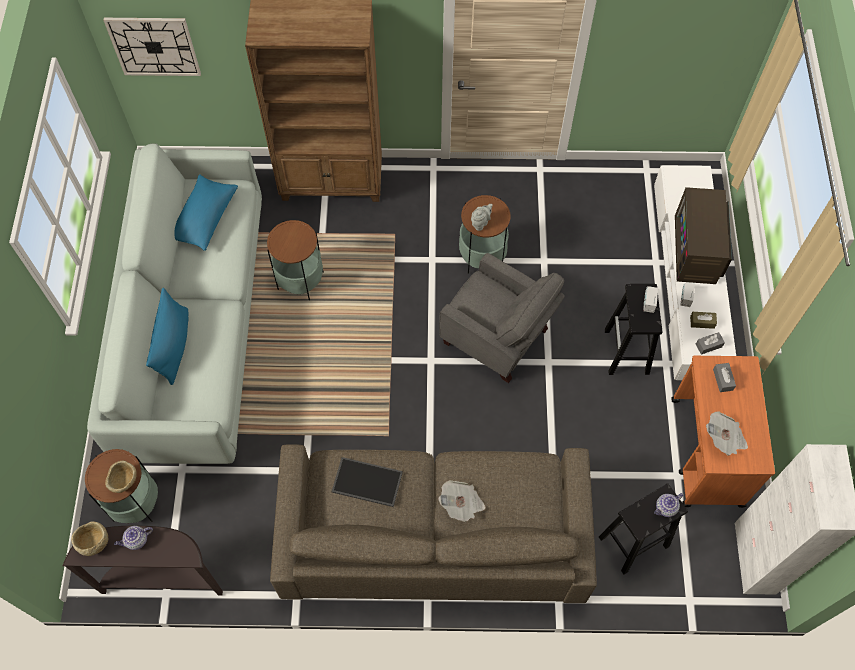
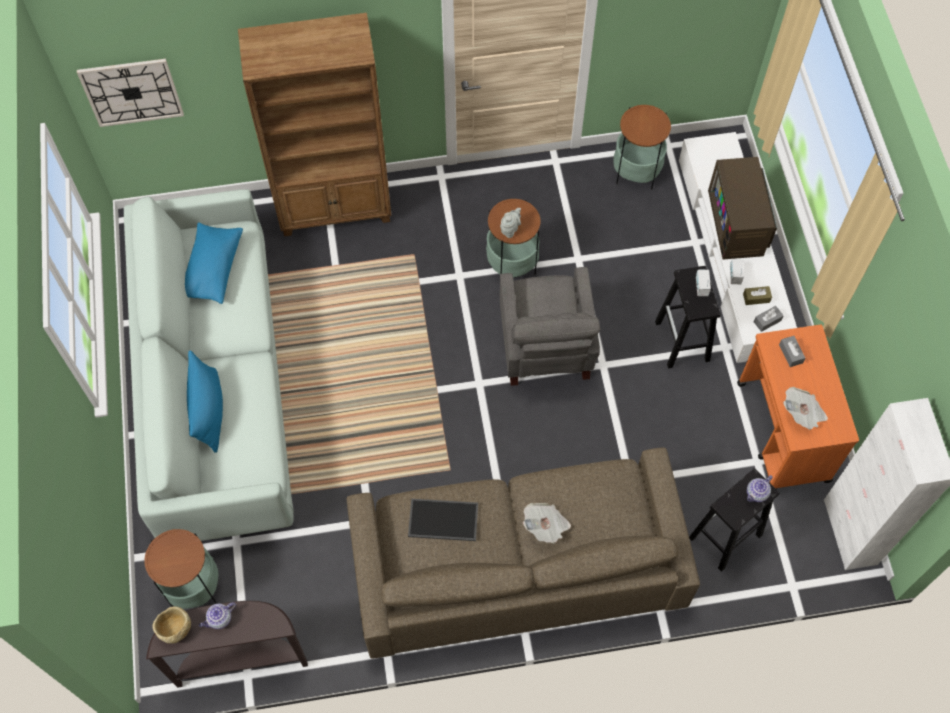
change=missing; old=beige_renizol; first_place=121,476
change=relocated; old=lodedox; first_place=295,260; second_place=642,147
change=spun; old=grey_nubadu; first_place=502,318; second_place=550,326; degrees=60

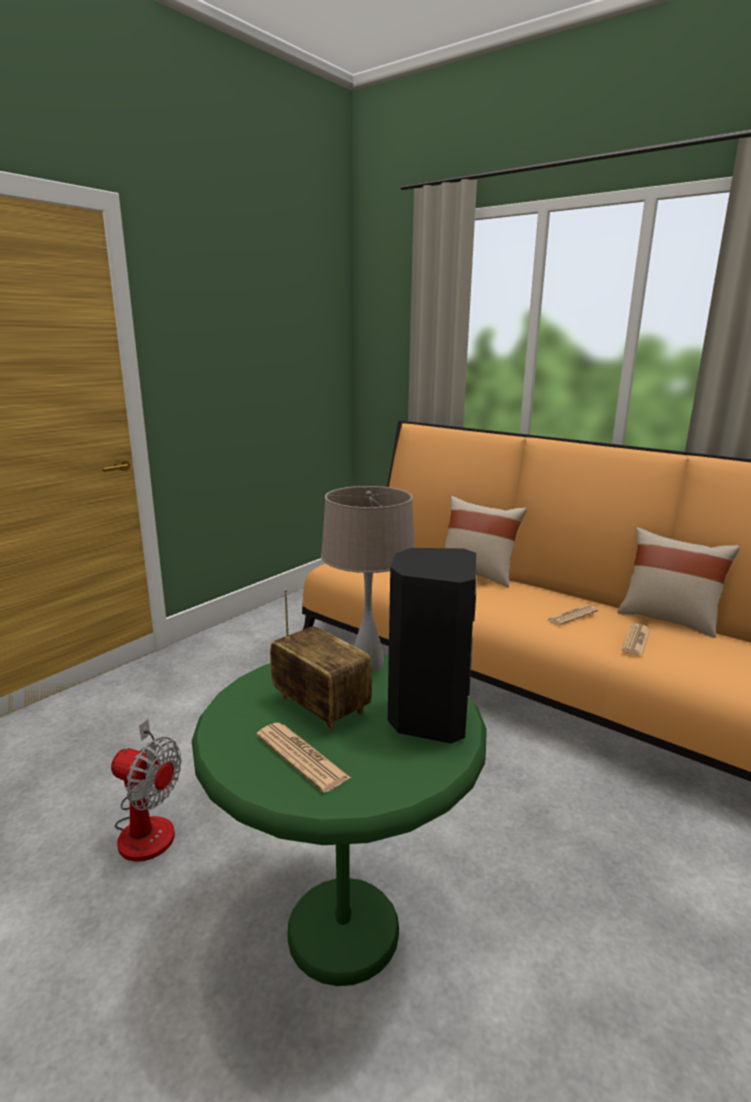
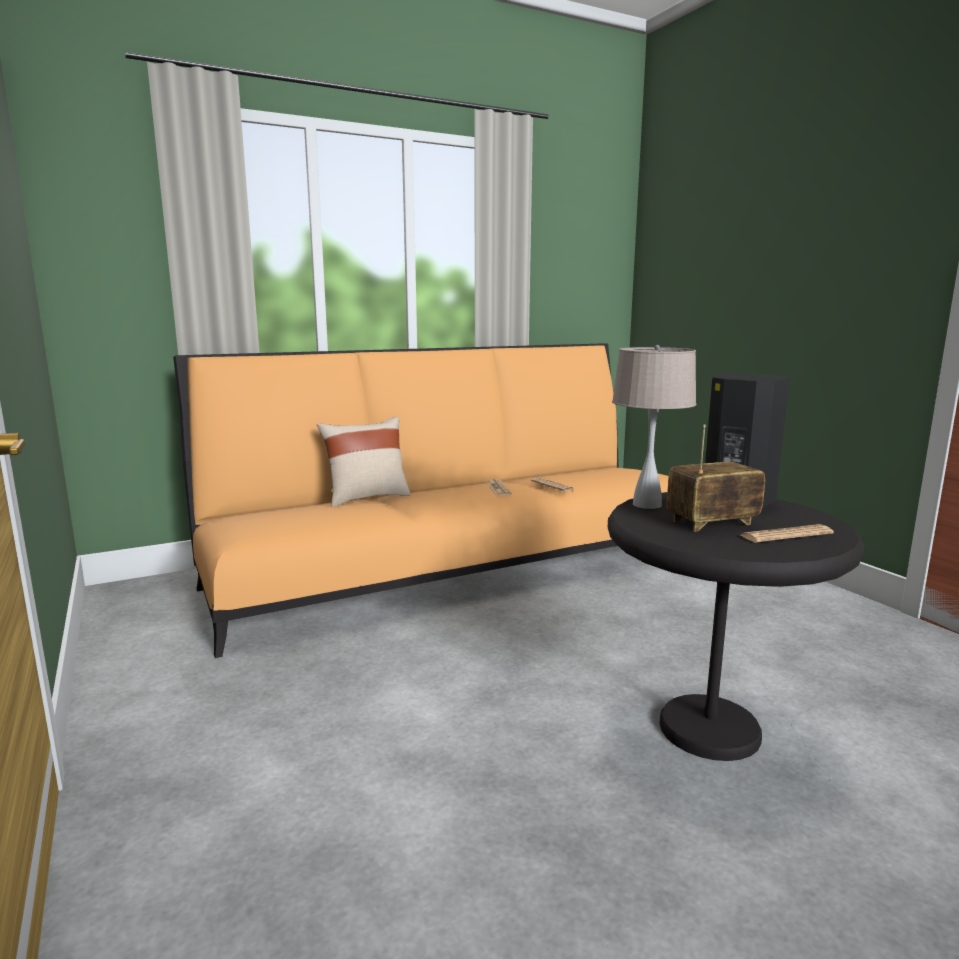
change=missing; old=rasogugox; first_place=146,790
change=missing; old=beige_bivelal; first_place=678,582
change=colour; old=green_lodedox; new=black_lodedox; first_place=339,820; second_place=736,626

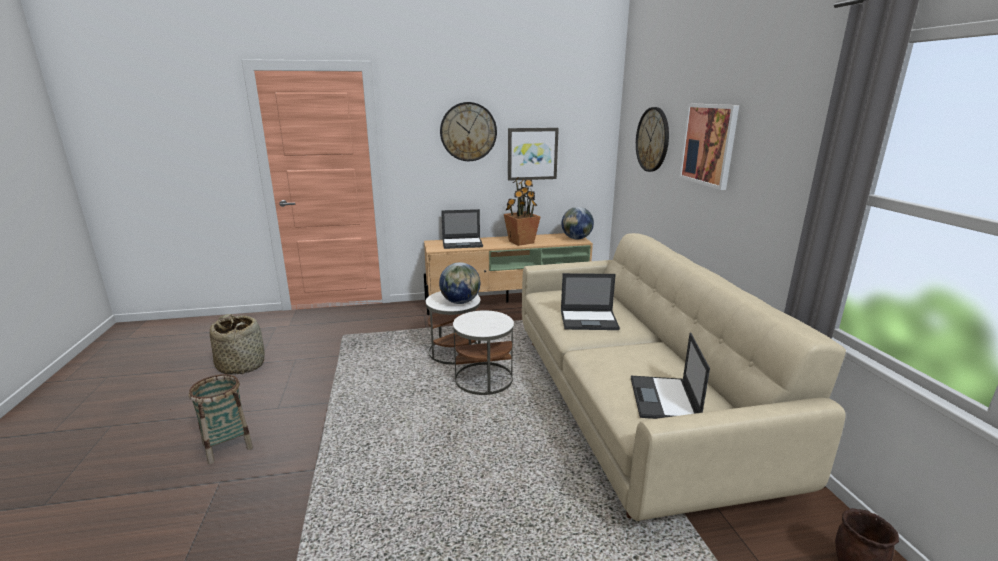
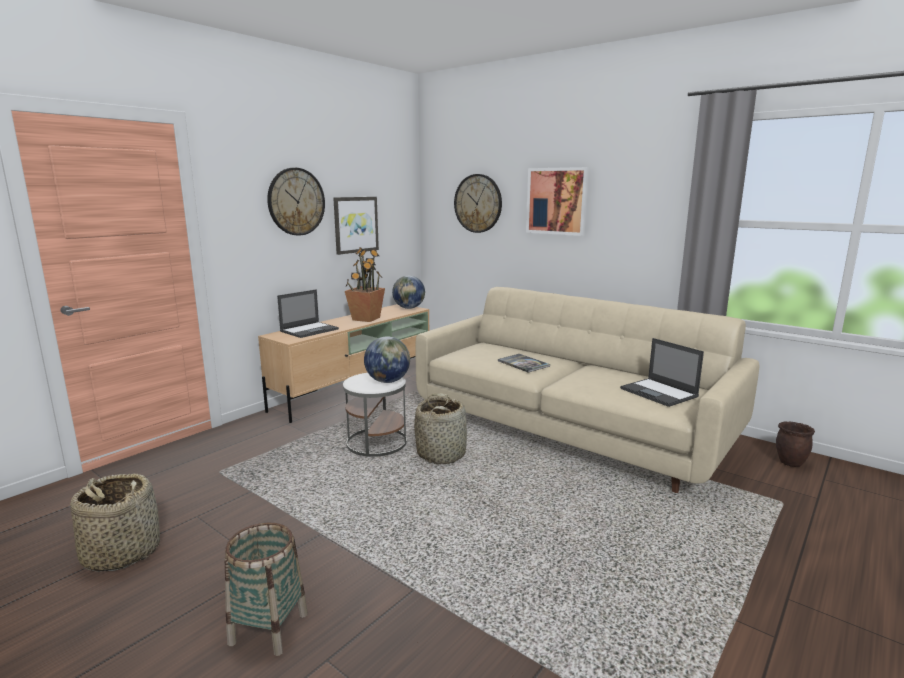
change=exchanged; old=white_lodedox; new=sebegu; first_place=483,352; second_place=440,428
change=exchanged; old=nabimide; new=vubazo; first_place=590,301; second_place=524,363

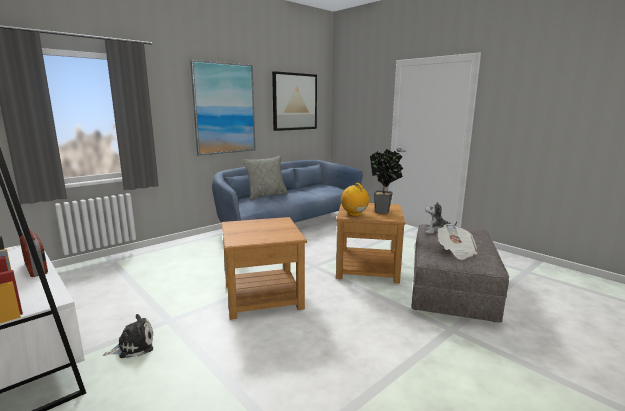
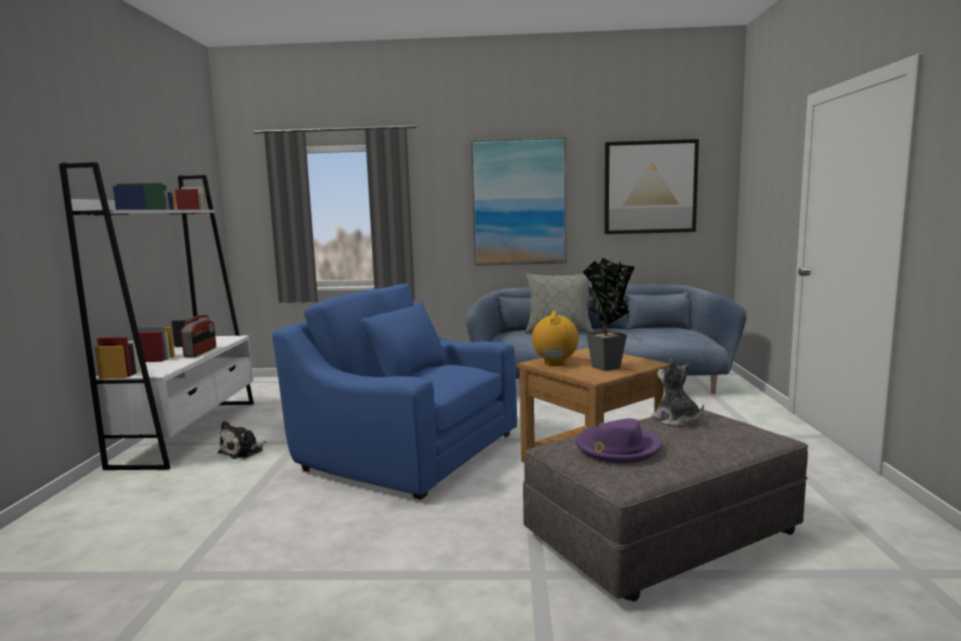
change=exchanged; old=brown_lodedox; new=blue_nubadu; first_place=264,268; second_place=394,392
change=exchanged; old=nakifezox; new=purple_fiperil; first_place=458,242; second_place=618,440
change=spun; old=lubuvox; first_place=128,336; second_place=241,440; degrees=105

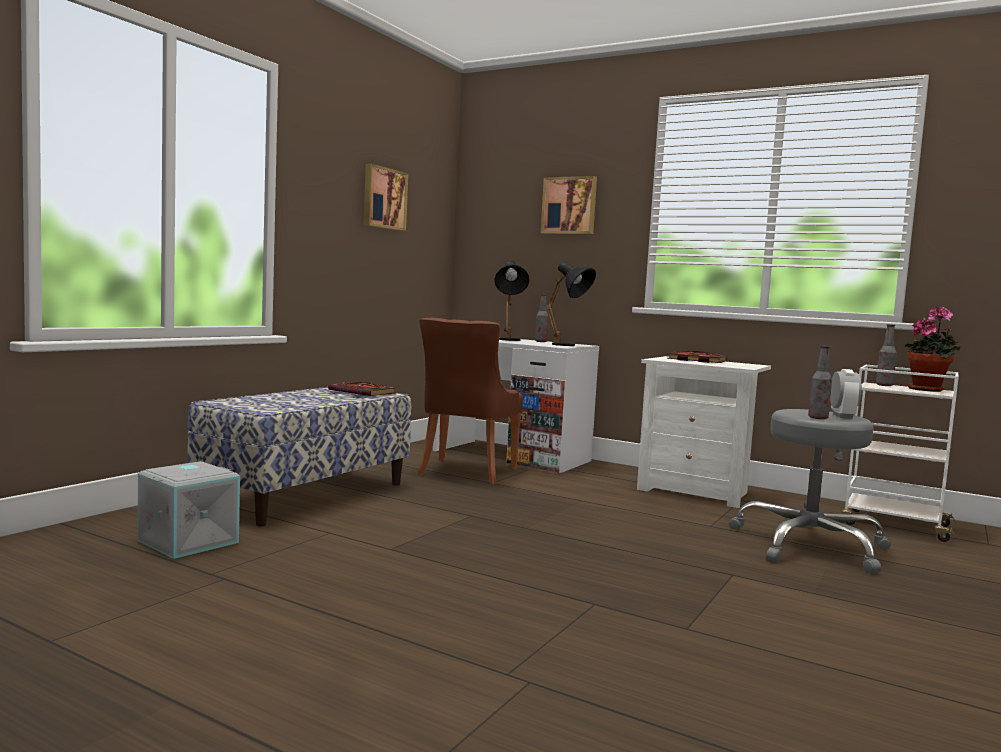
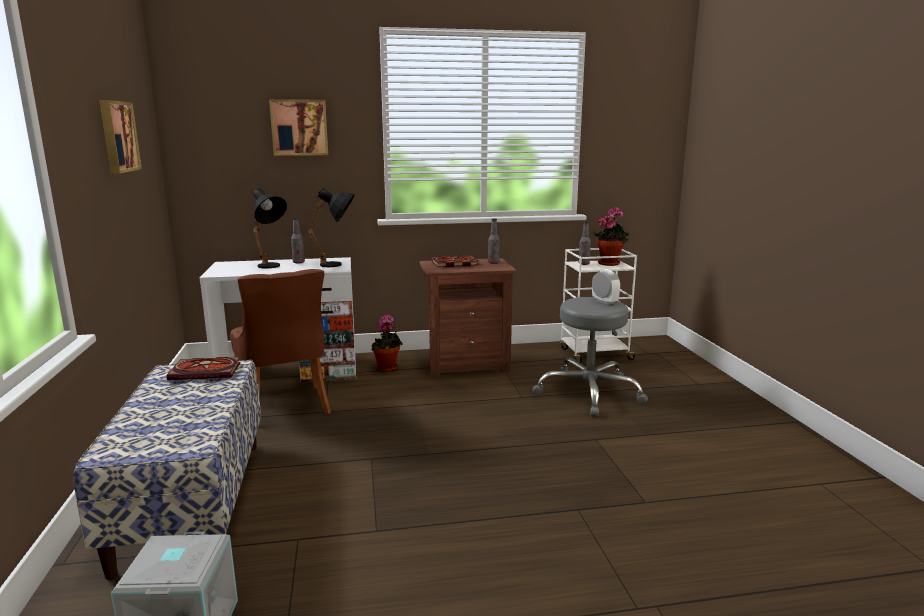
change=appeared; new=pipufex; second_place=386,343
change=relocated; old=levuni; first_place=820,382; second_place=494,241
change=colour; old=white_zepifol; new=brown_zepifol; first_place=704,432; second_place=468,317

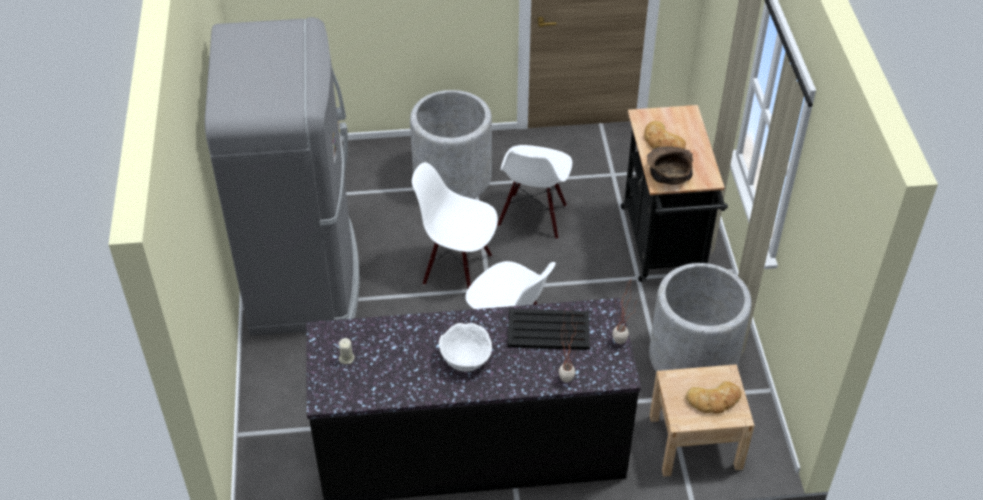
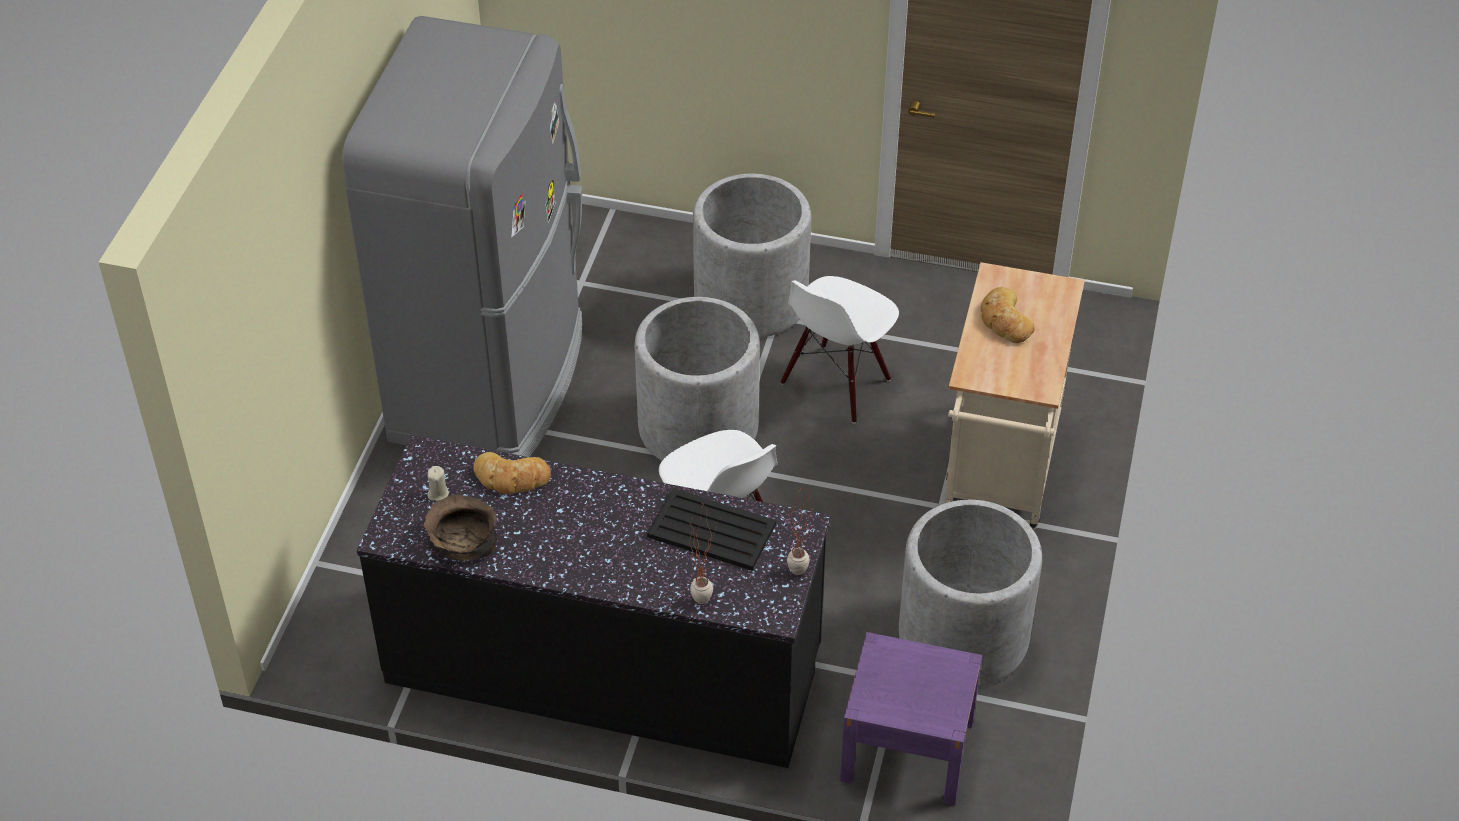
change=missing; old=white_renizol; first_place=465,347
change=relocated; old=brown_renizol; first_place=670,165; second_place=461,528
change=relocated; old=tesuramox; first_place=713,397; second_place=512,473
change=exchanged; old=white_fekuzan; new=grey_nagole; first_place=455,225; second_place=697,379
change=colour; old=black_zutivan; new=beige_zutivan; first_place=674,193; second_place=1013,396
change=colour; old=beige_zepifol; new=purple_zepifol; first_place=702,420; second_place=911,718

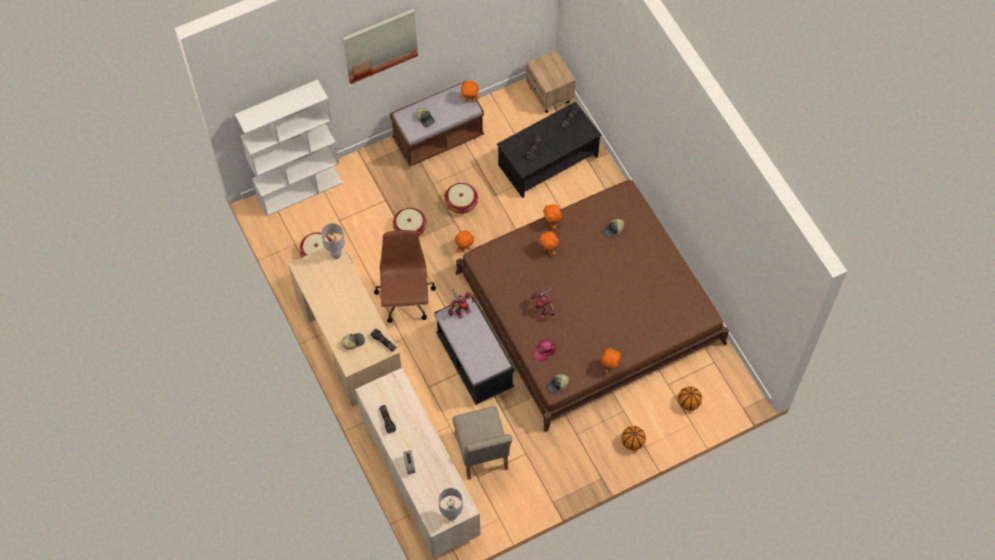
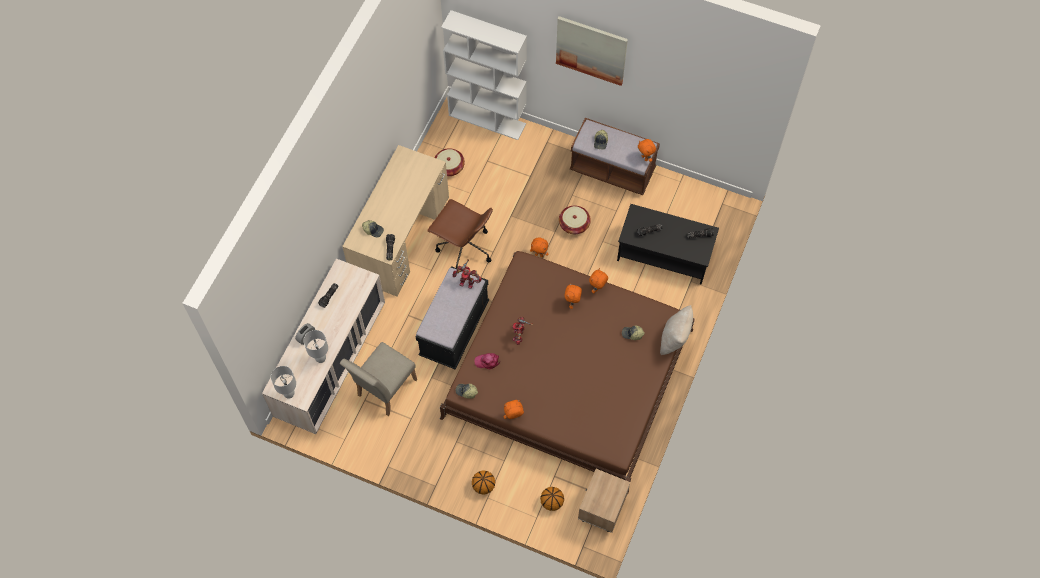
change=missing; old=sebegu; first_place=410,222
change=appeared; new=beige_bivelal; second_place=676,330
change=relocated; old=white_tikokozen; first_place=333,241; second_place=316,346
change=relocated; old=beige_zepifol; first_place=551,81; second_place=604,501
change=spun; old=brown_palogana; first_place=405,276; second_place=460,233; degrees=75

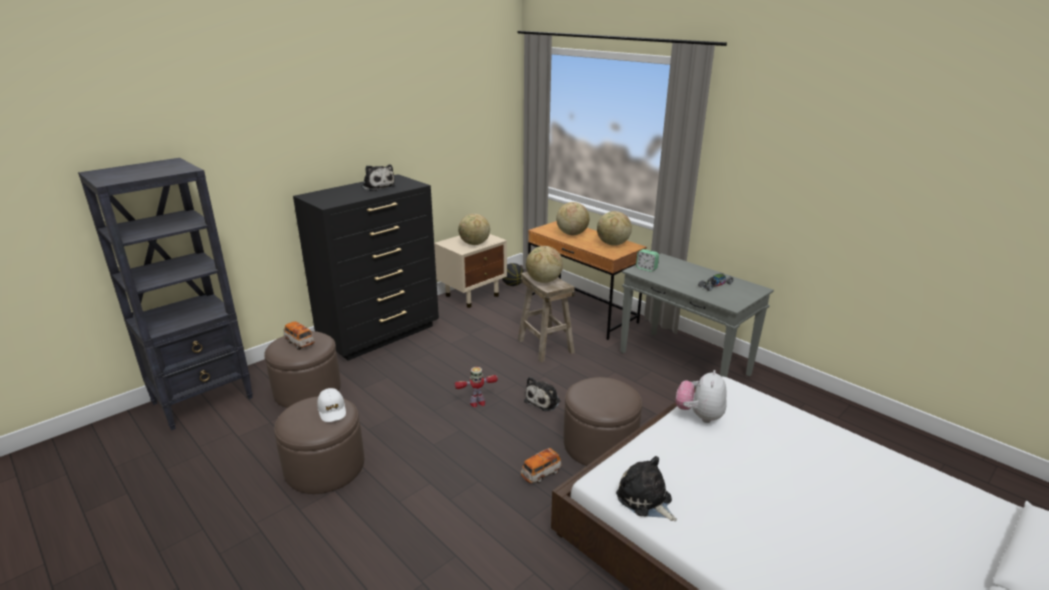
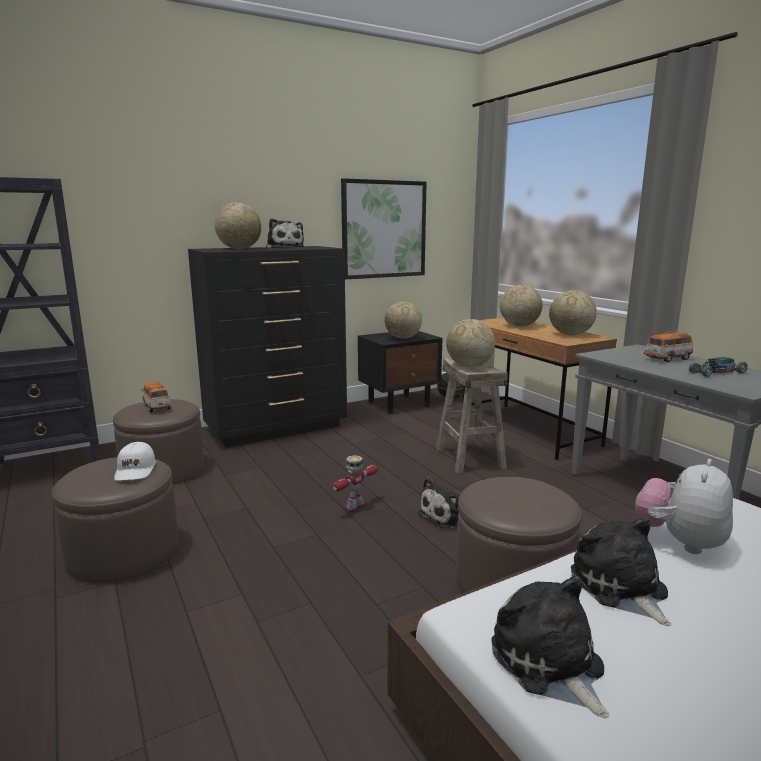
change=missing; old=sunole; first_place=647,260
change=appeared; new=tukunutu; second_place=238,226
change=appeared; new=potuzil; second_place=384,228
change=appeared; new=lubuvox; second_place=621,571
change=relocated; old=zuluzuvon; first_place=541,466; second_place=668,346
change=colour; old=beige_zepifol; new=black_zepifol; first_place=470,271; second_place=400,372
change=spun; old=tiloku; first_place=476,387; second_place=355,483; degrees=135

